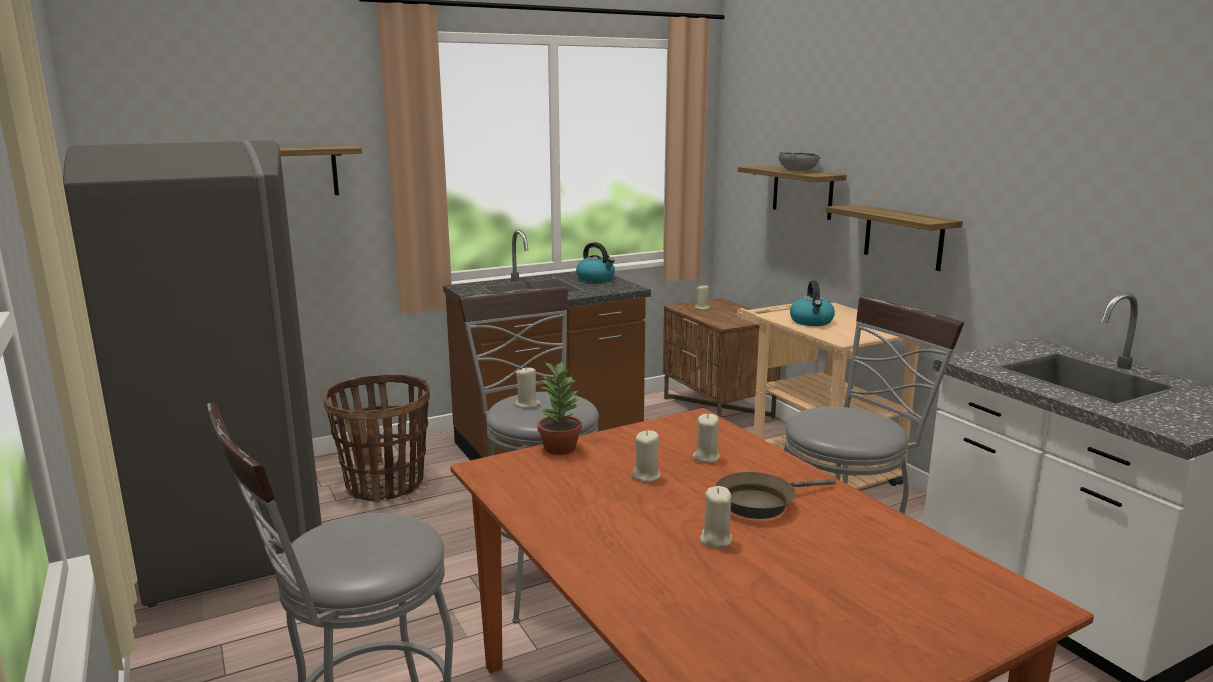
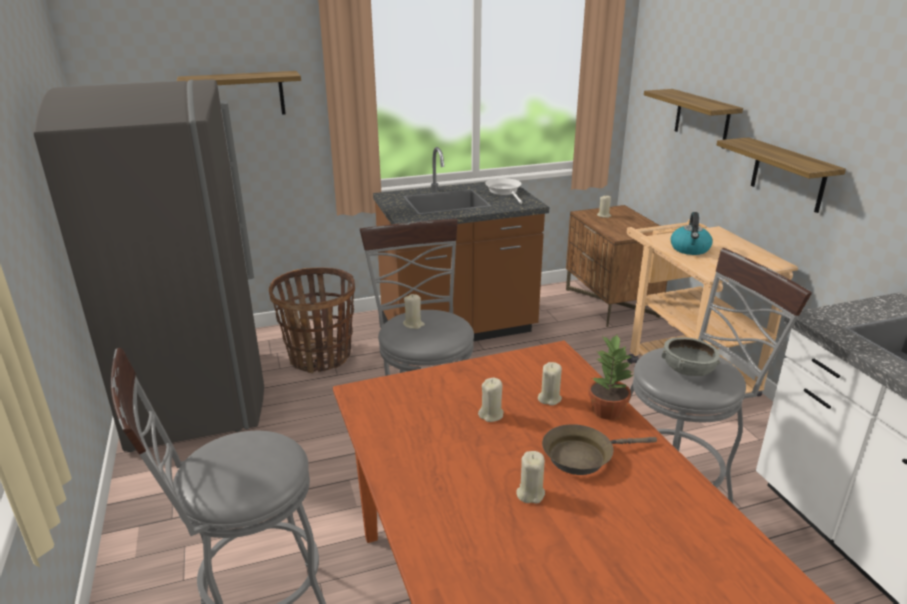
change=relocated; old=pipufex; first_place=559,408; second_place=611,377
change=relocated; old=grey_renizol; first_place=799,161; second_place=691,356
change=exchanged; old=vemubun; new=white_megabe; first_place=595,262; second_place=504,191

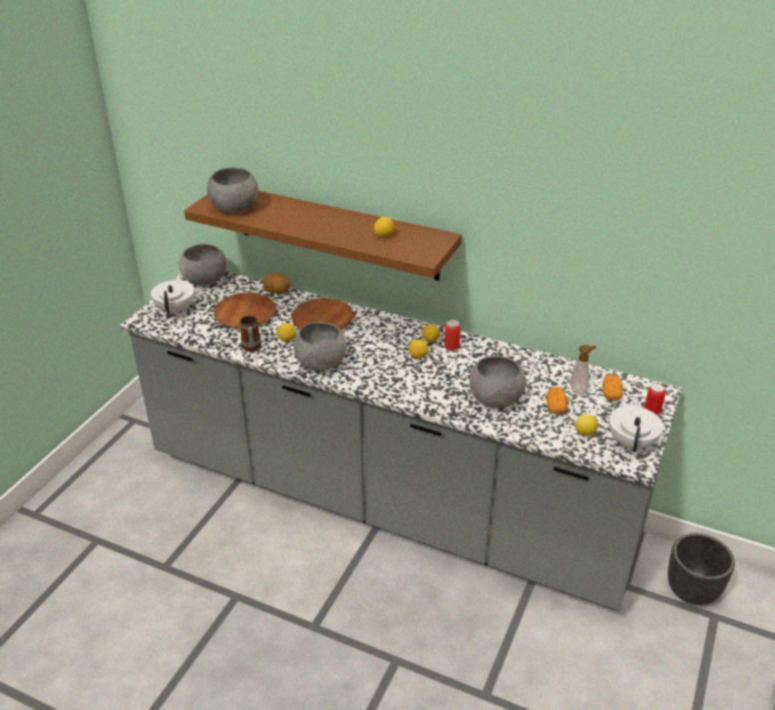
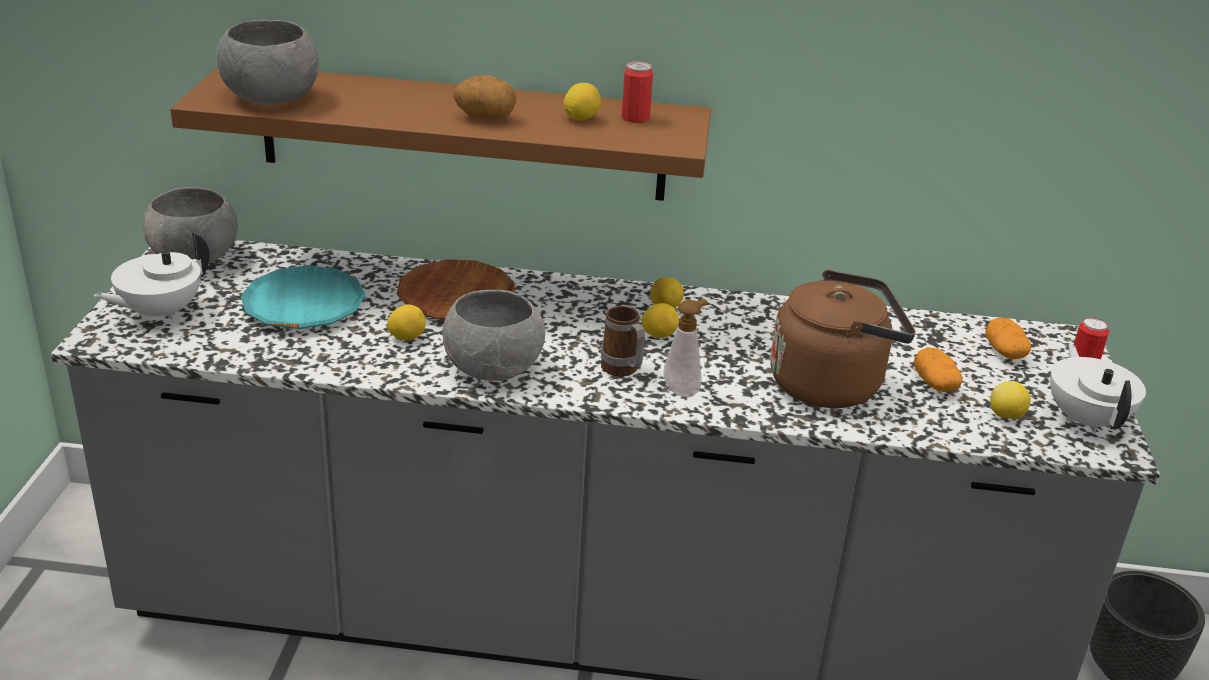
change=relocated; old=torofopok; first_place=250,334; second_place=623,341
change=relocated; old=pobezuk; first_place=276,283; second_place=484,97
change=relocated; old=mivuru; first_place=452,335; second_place=637,92
change=relocated; old=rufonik; first_place=583,370; second_place=685,348
change=exchanged; old=grey_renizol; new=brown_vemubun; first_place=497,382; second_place=843,339
change=colour; old=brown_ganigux; new=turquoise_ganigux; first_place=244,310; second_place=303,297
change=spun; old=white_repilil; first_place=173,295; second_place=151,276; degrees=-120

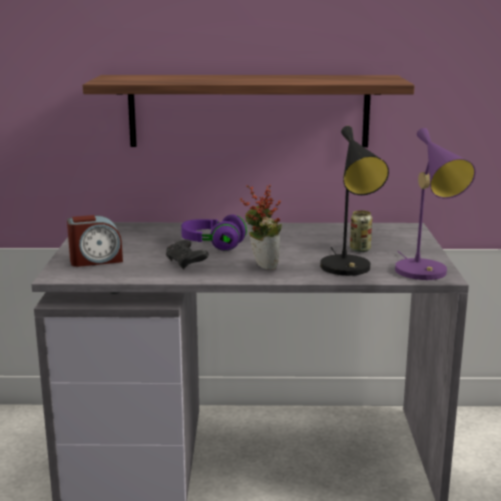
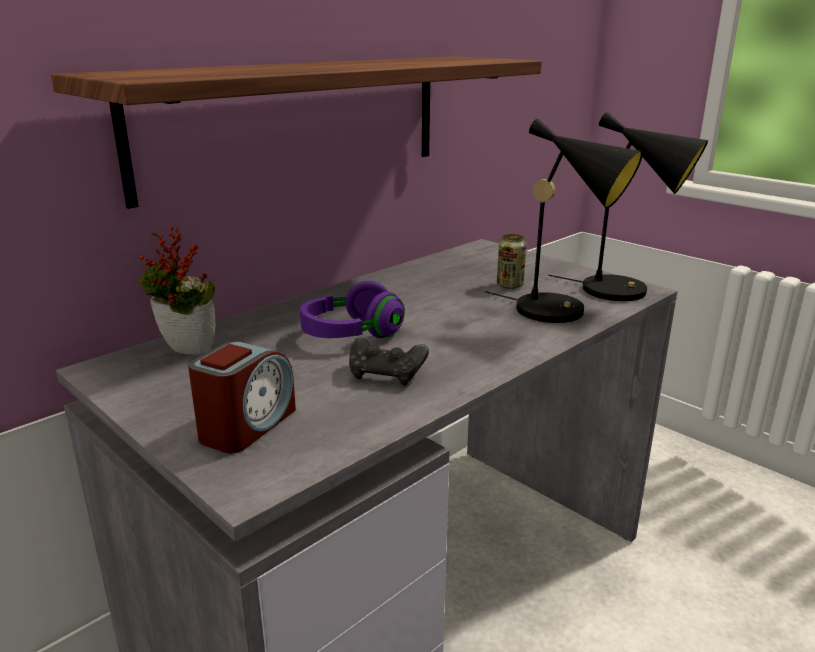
change=relocated; old=pipufex; first_place=261,227; second_place=177,290
change=colour; old=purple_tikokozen; new=black_tikokozen; first_place=435,204; second_place=628,206

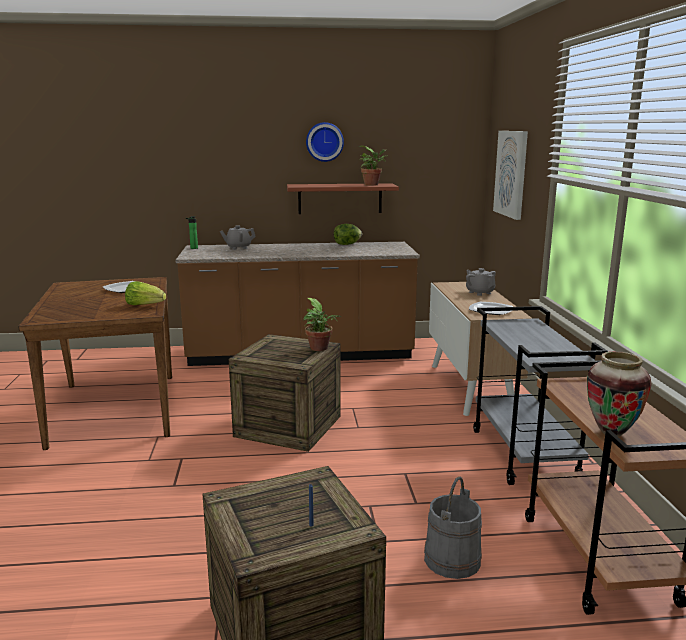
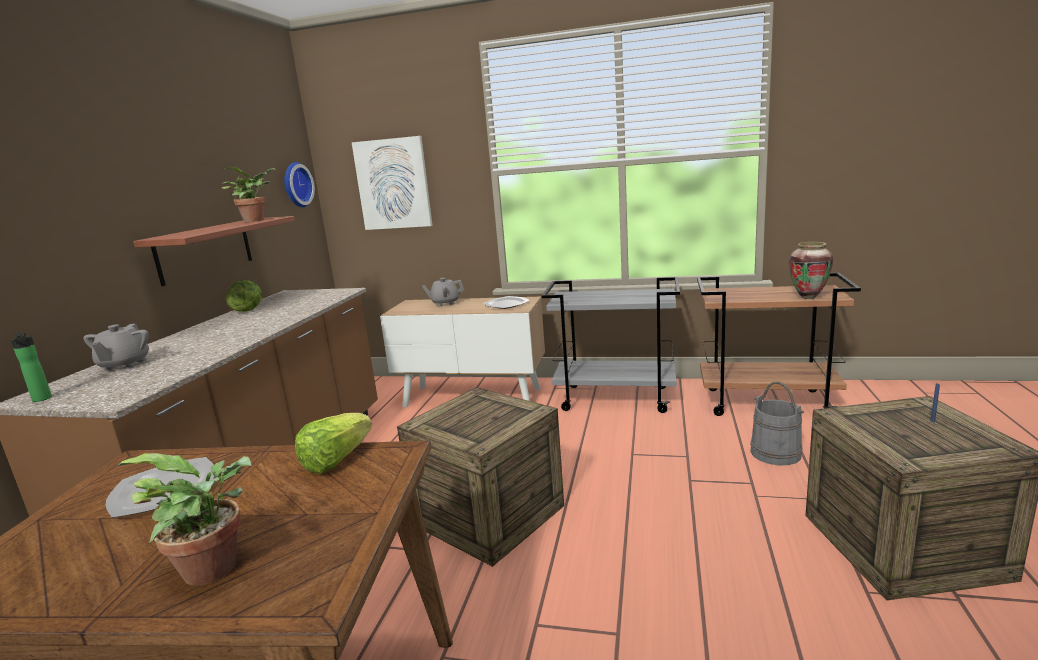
change=relocated; old=pipufex; first_place=322,324; second_place=184,519
change=relocated; old=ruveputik; first_place=325,142; second_place=299,184

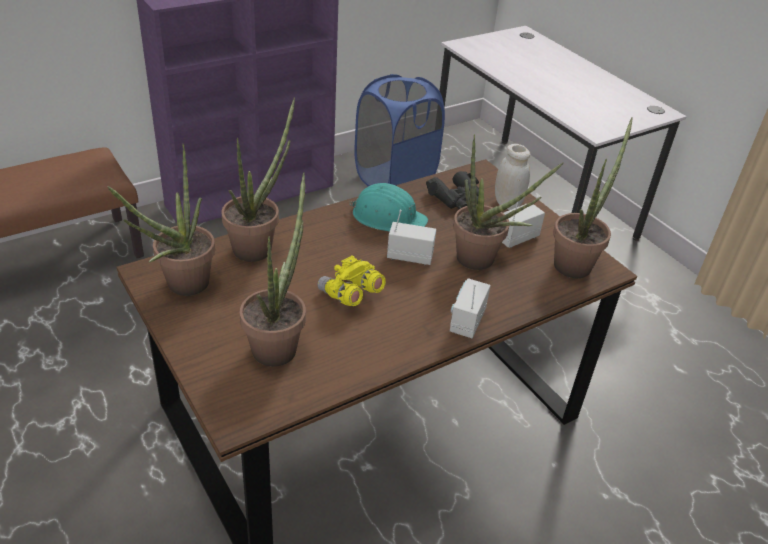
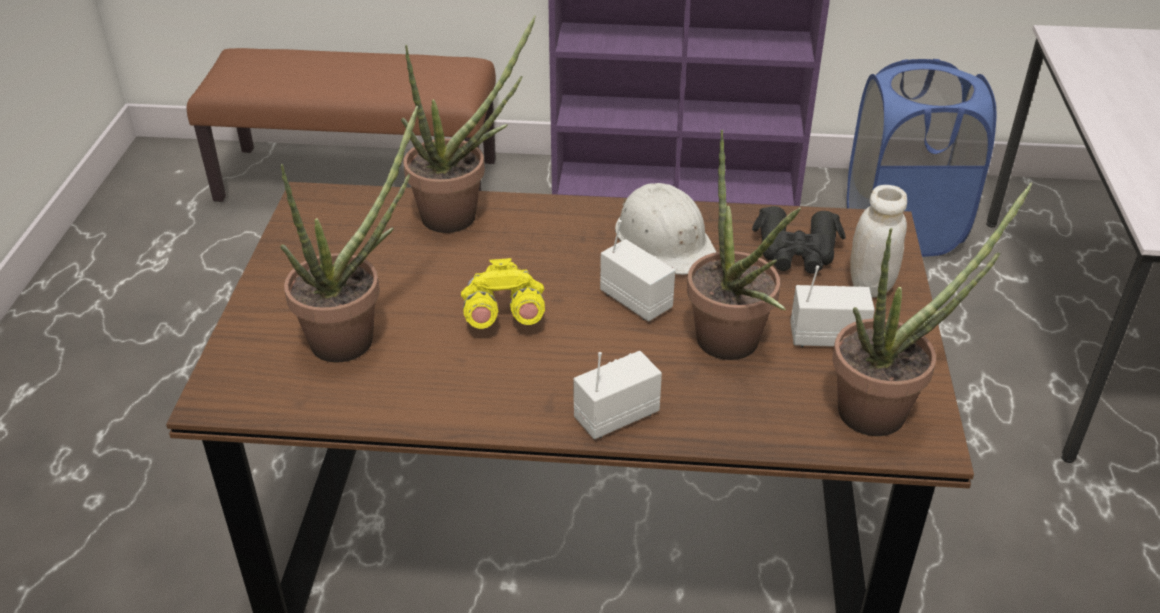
change=missing; old=pipufex; first_place=161,220
change=colour; old=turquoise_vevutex; new=white_vevutex; first_place=388,207; second_place=665,229

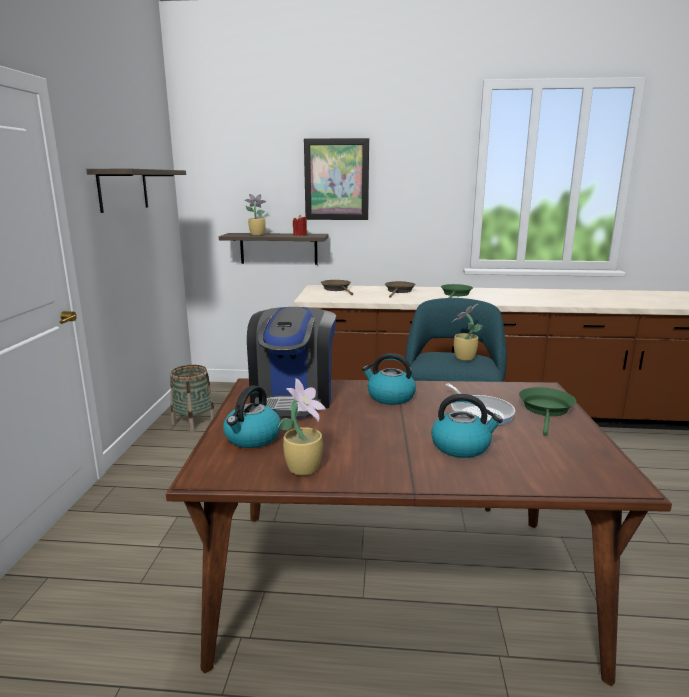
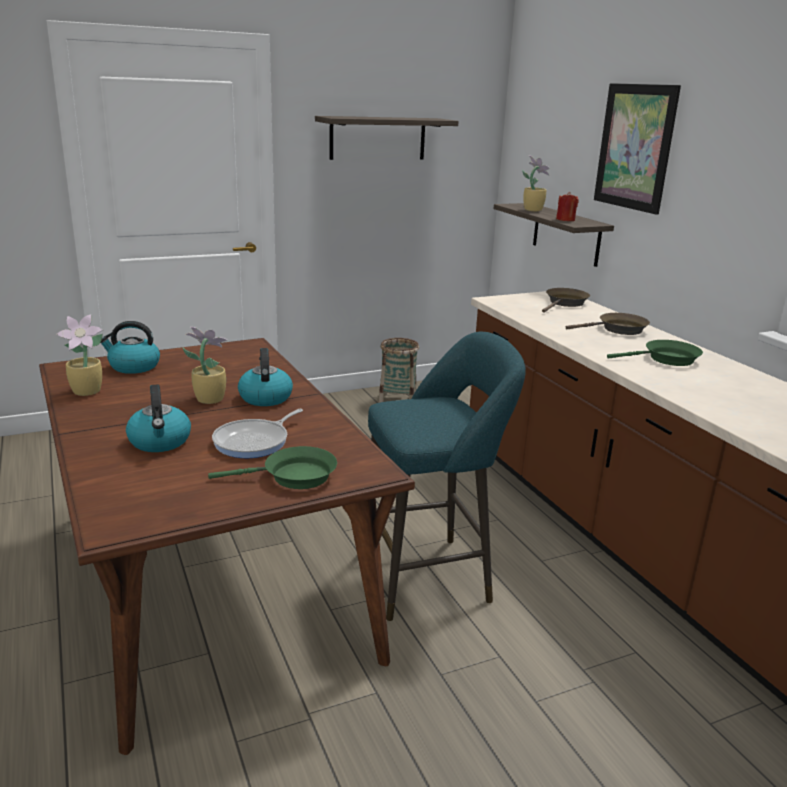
change=missing; old=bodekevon; first_place=291,362
change=relocated; old=pipufex; first_place=467,332; second_place=205,365

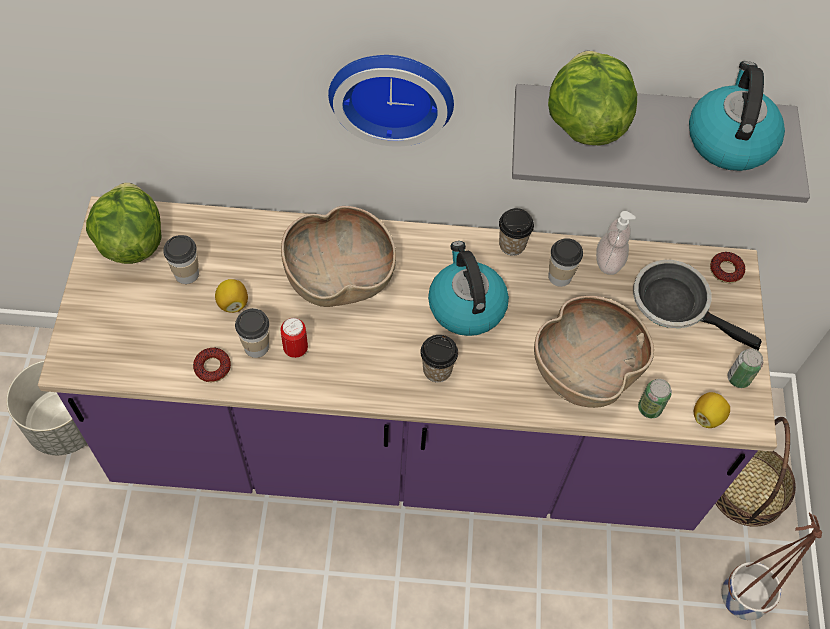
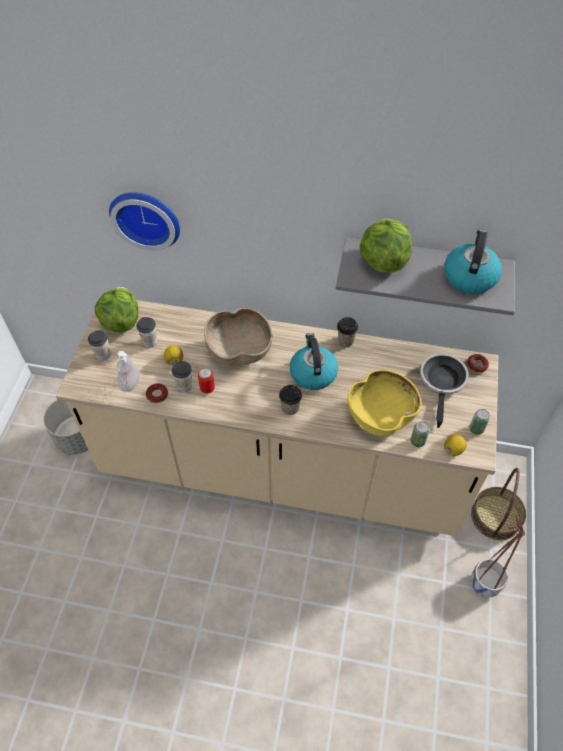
change=relocated; old=ruveputik; first_place=391,101; second_place=144,221
change=relocated; old=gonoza; first_place=565,262; second_place=99,345
change=relocated; old=rufonik; first_place=616,243; second_place=128,371
change=colour; old=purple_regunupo; new=beige_regunupo; first_place=407,363; second_place=277,418
change=colour; old=brown_renizol; new=yellow_renizol; first_place=594,352; second_place=385,403
change=spun; old=megabe; first_place=697,305; second_place=444,390; degrees=60

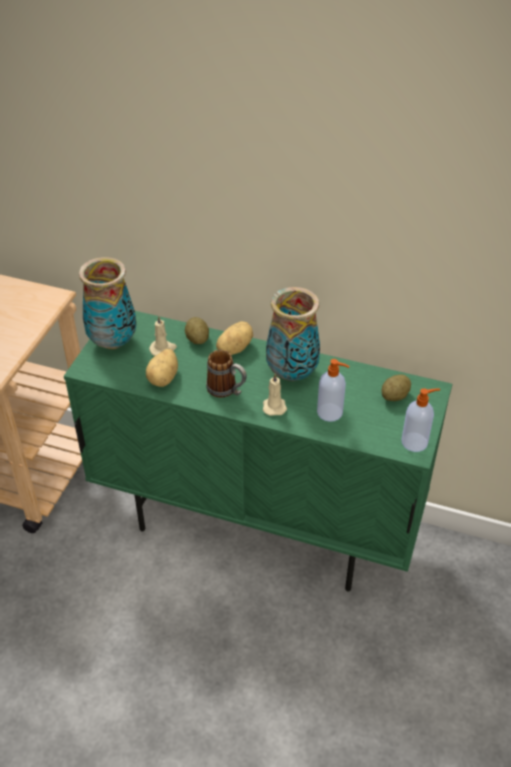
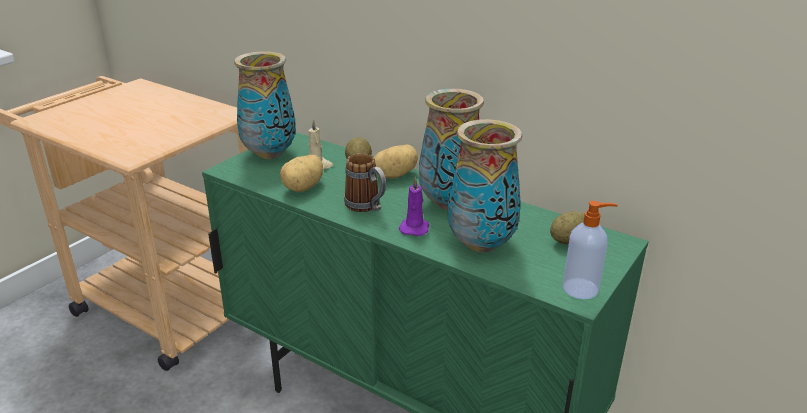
change=exchanged; old=rufonik; new=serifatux; first_place=333,390; second_place=485,186
change=colour; old=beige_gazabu; new=purple_gazabu; first_place=275,394; second_place=414,206

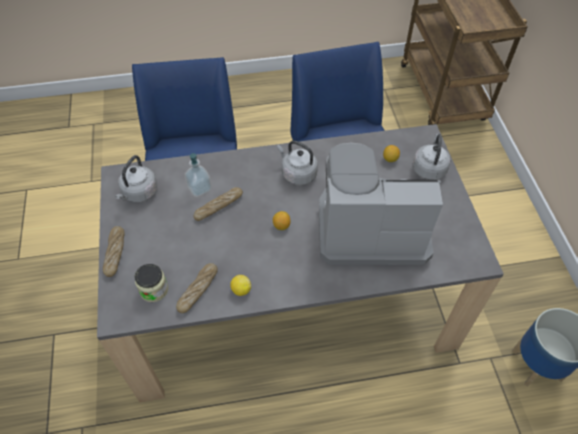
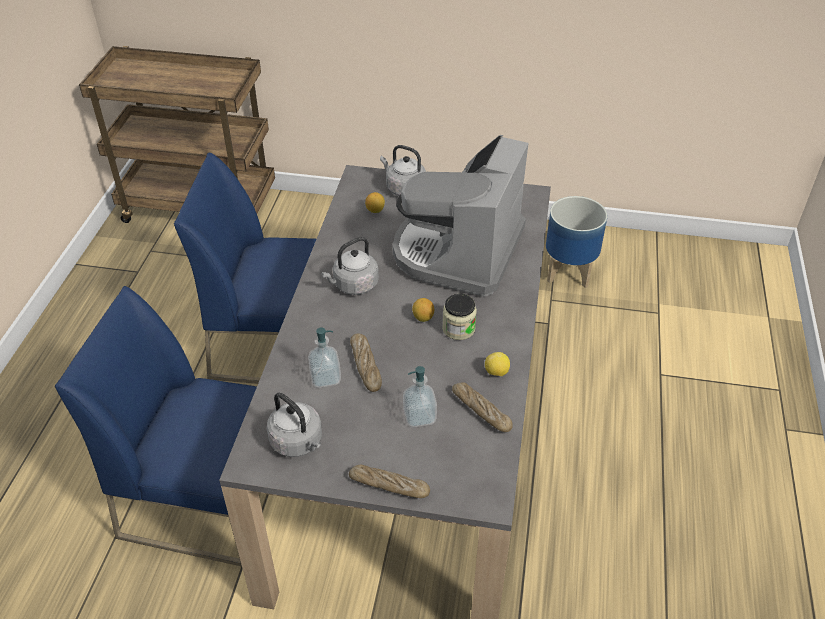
change=appeared; new=rufonik; second_place=420,397
change=relocated; old=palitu; first_place=151,283; second_place=459,317

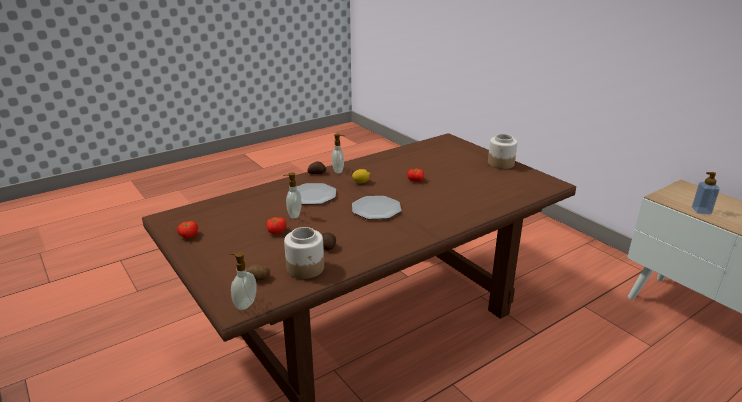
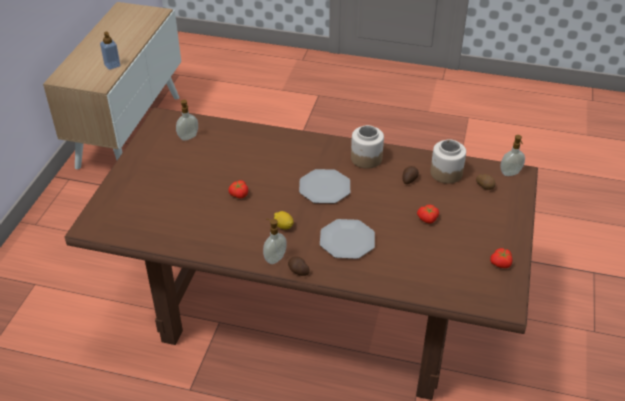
change=relocated; old=rufonik; first_place=292,195; second_place=187,120
change=relocated; old=palitu; first_place=502,151; second_place=367,147

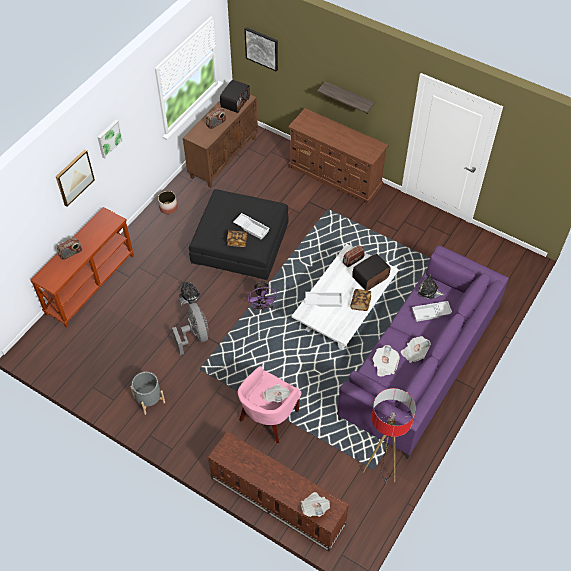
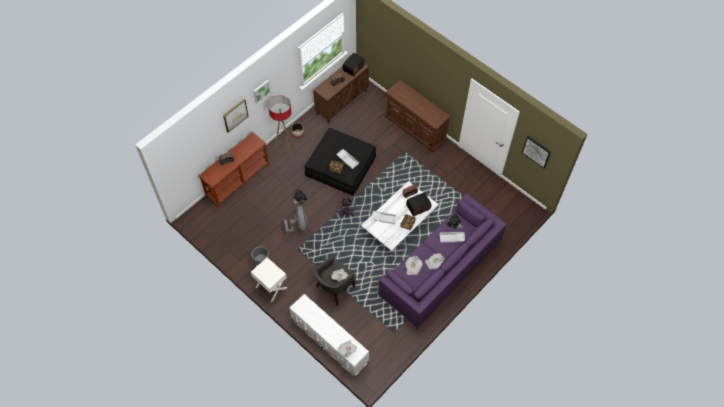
change=missing; old=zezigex; first_place=346,97
change=appeared; new=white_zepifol; second_place=269,279
change=relocated; old=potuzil; first_place=261,49; second_place=536,152
change=relocated; old=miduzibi; first_place=389,435; second_place=280,126
change=colour; old=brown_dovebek; new=white_dovebek; first_place=278,491; second_place=329,336
change=colour; old=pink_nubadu; new=grey_nubadu; first_place=269,404; second_place=336,281

